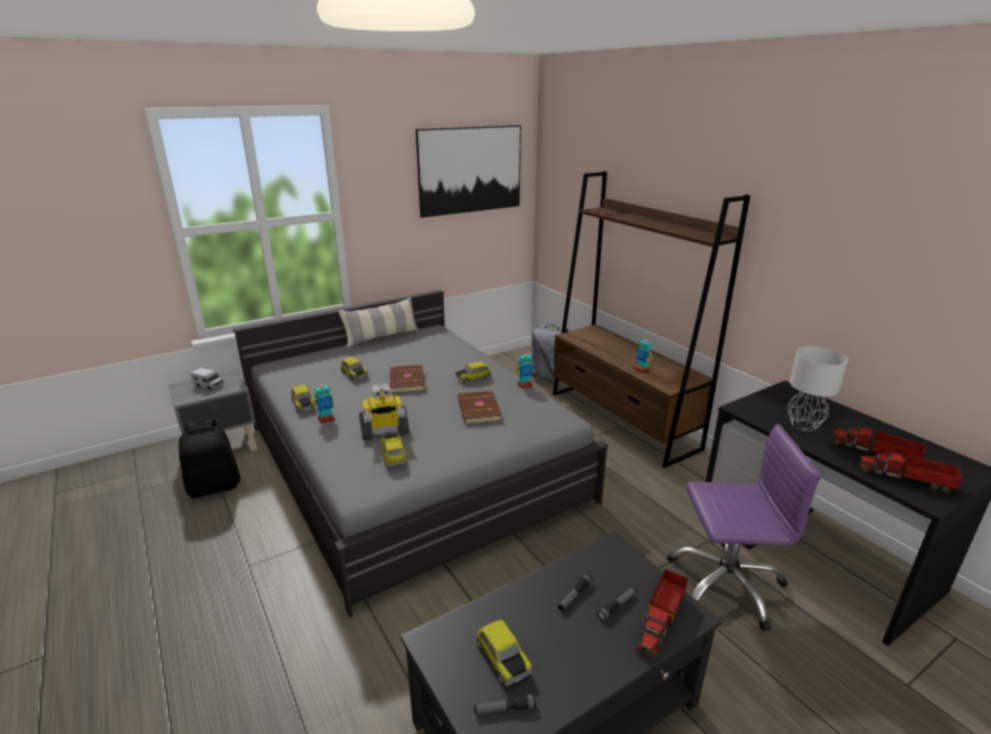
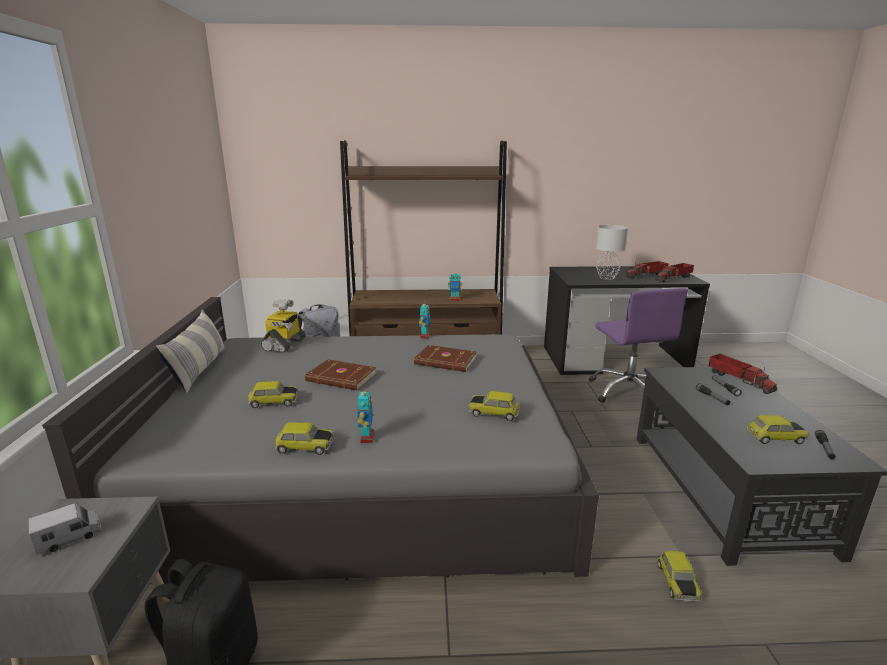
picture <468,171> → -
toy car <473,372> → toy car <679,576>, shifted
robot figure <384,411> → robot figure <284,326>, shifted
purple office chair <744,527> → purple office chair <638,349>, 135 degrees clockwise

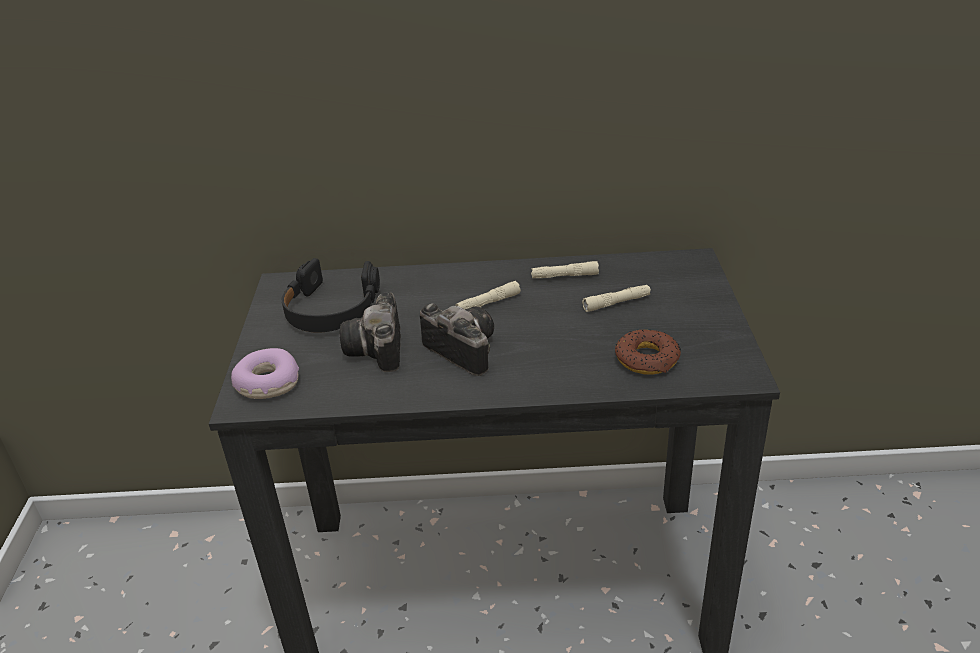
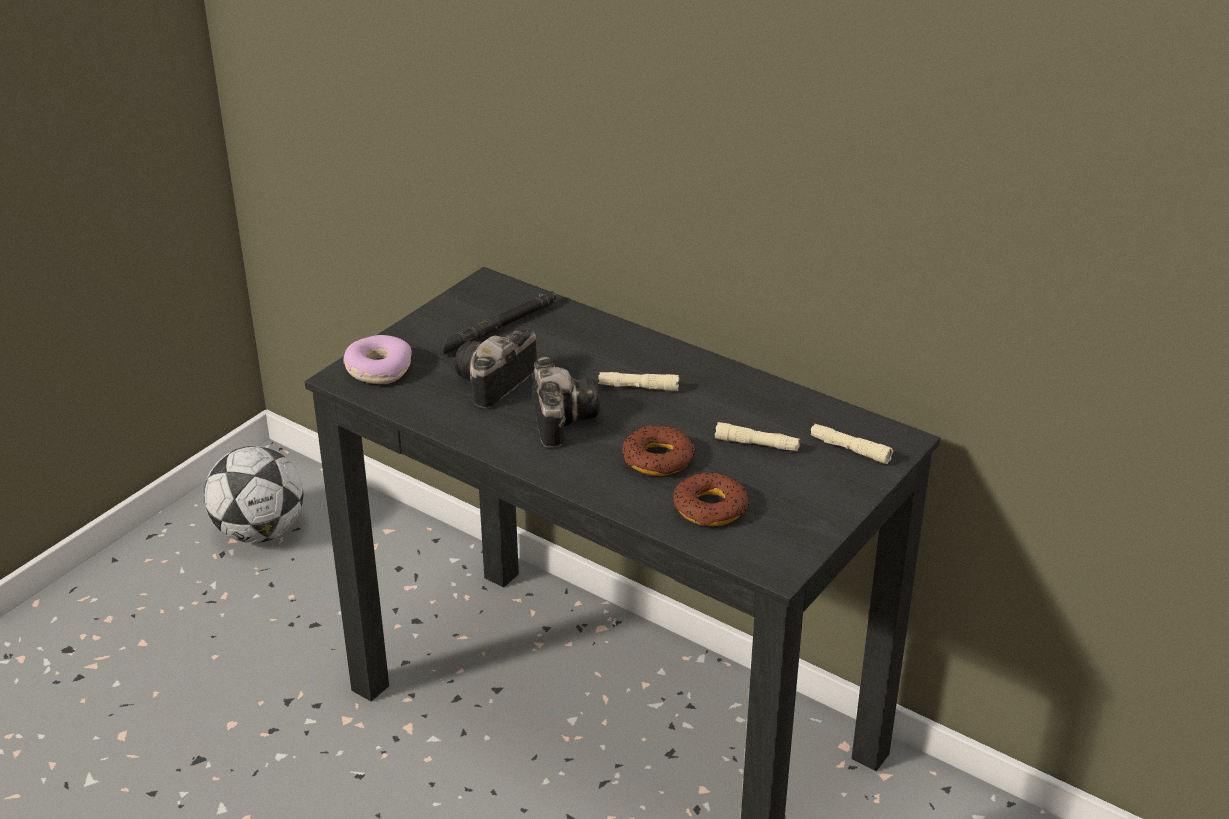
black pair of headphones <331,295> → black torch <500,322>
sand-coloured torch <565,269> → sand-coloured torch <851,444>, shifted
- → doughnut <659,451>
- → football ball <253,494>

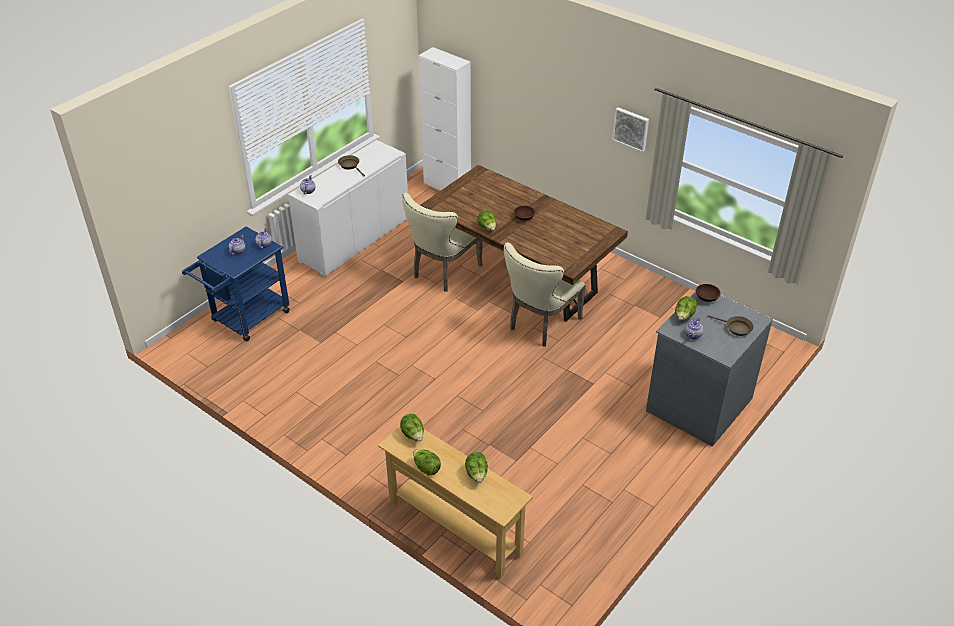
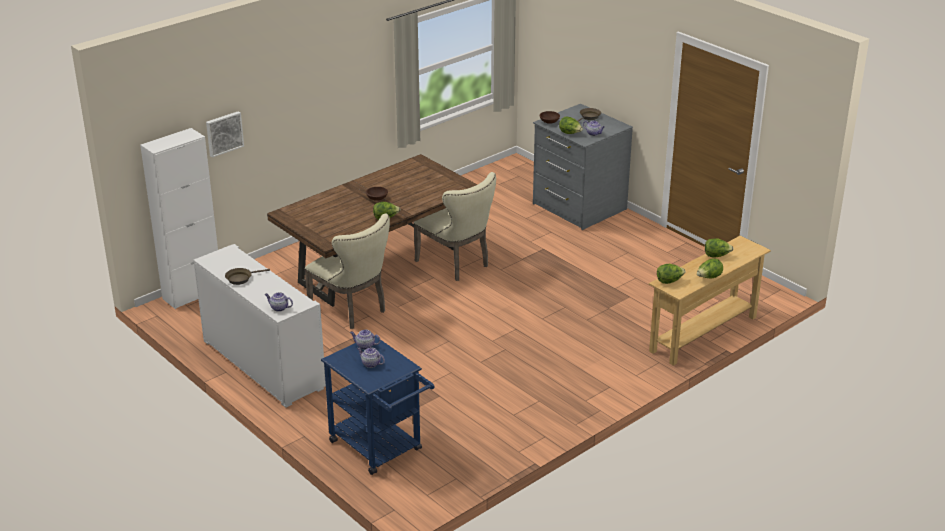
picture <630,129> → picture <225,134>, shifted

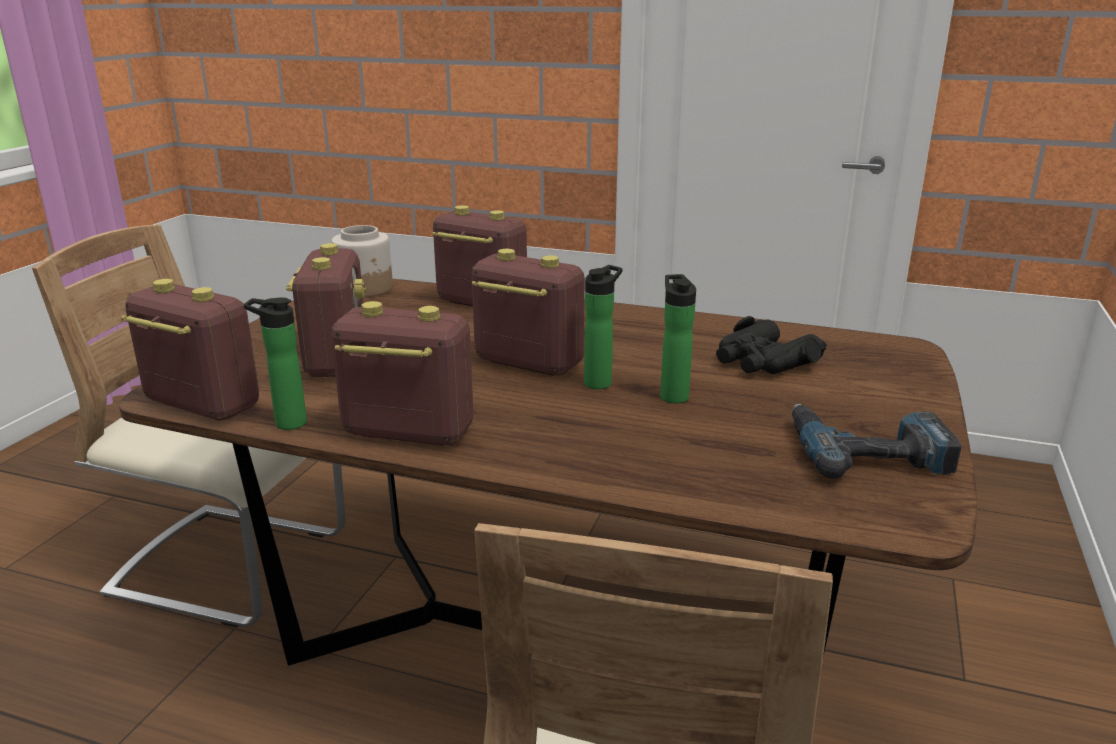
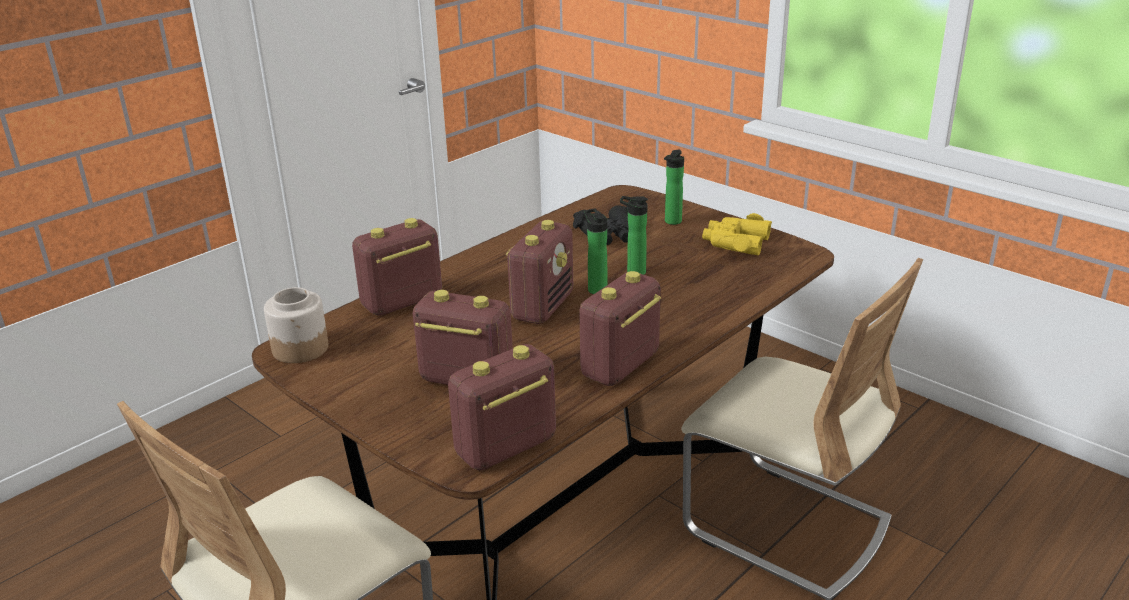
radio <528,312> → radio <539,272>, 150 degrees clockwise
beverage bottle <275,363> → beverage bottle <674,187>, shifted
drill <877,441> → yellow-coloured binoculars <737,234>

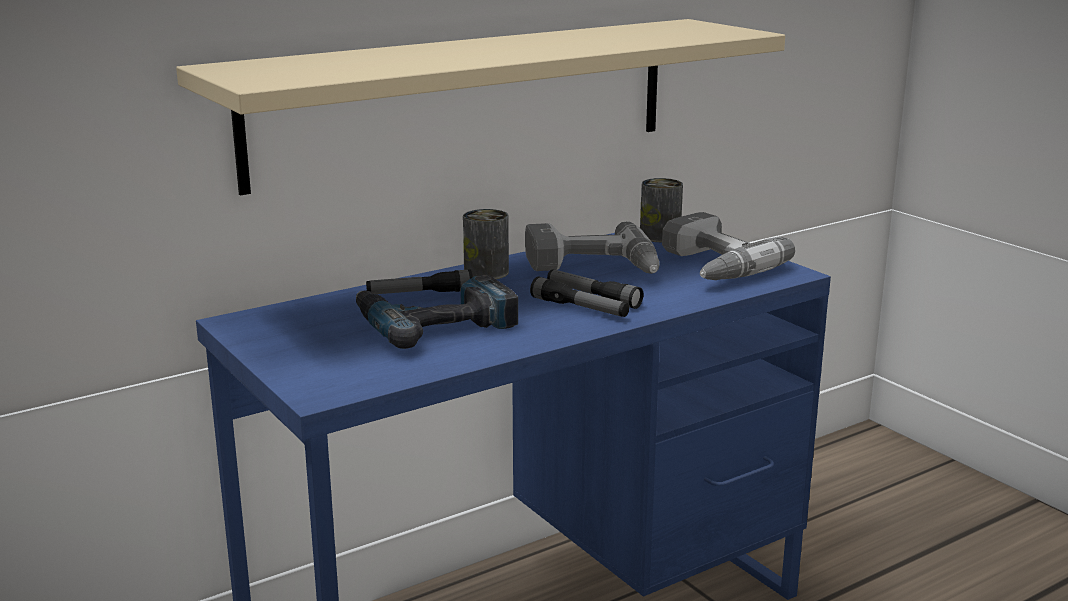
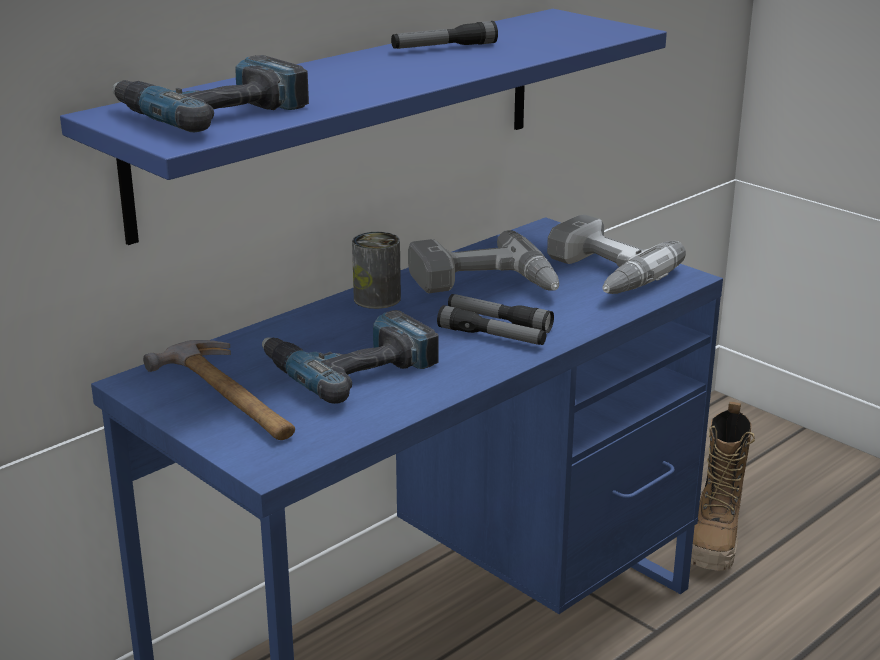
sand-coloured shelf <480,107> → blue-coloured shelf <363,127>
can <661,210> → -
torch <419,281> → torch <444,35>, shifted
- → drill <210,93>
- → tool hammer <219,390>
- → high-top boot <723,486>

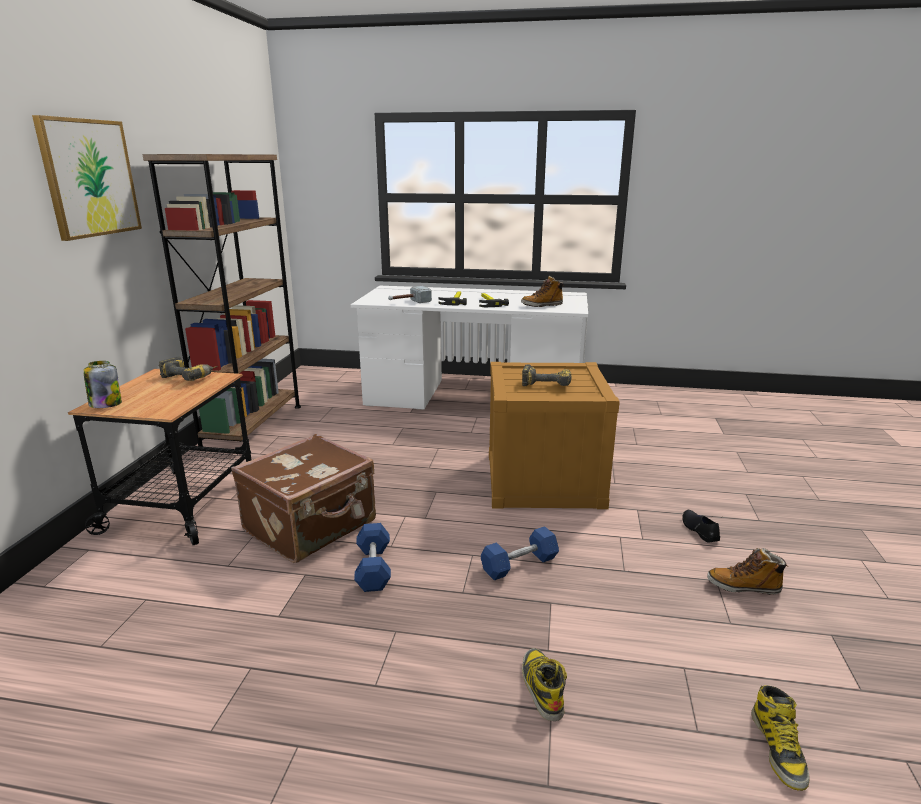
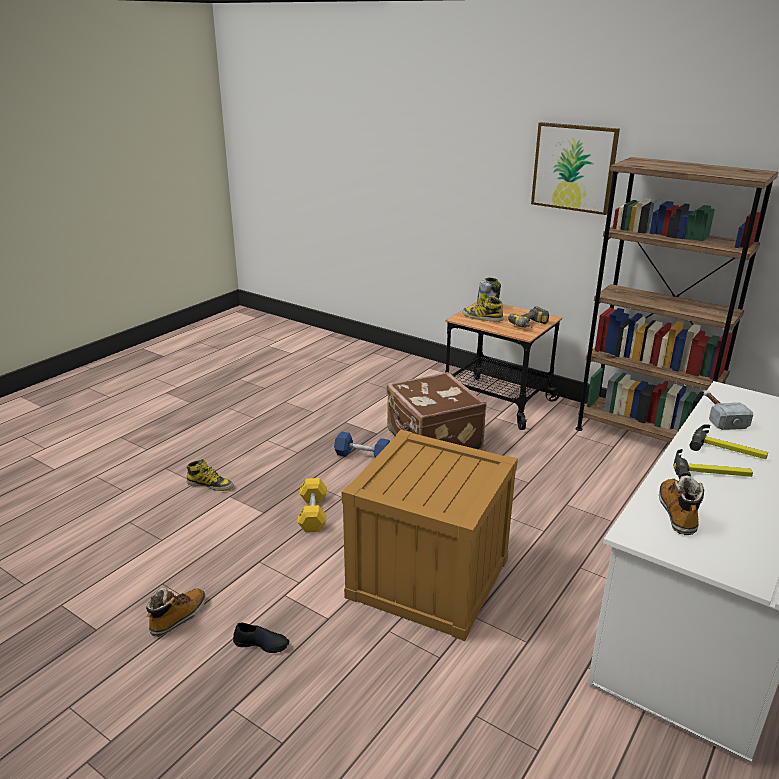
drill <547,375> → -
blue-coloured free weight <520,553> → yellow-coloured free weight <312,505>
high-top boot <780,738> → high-top boot <482,309>, shifted

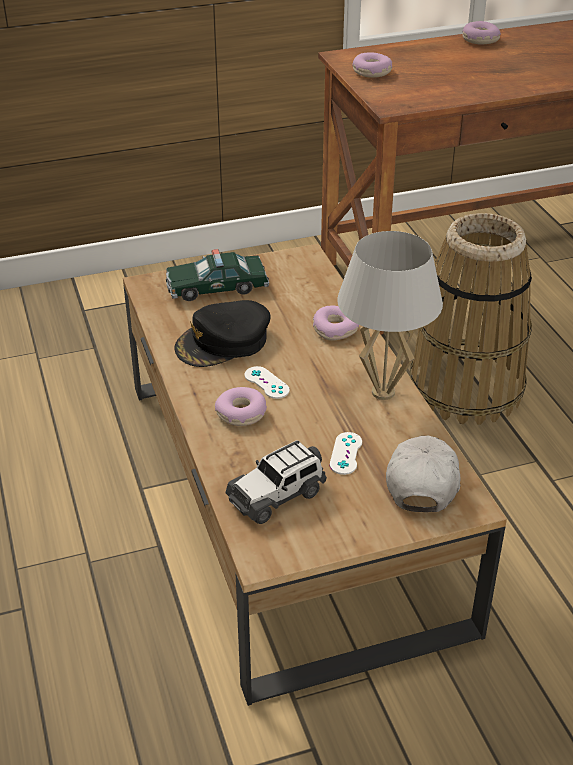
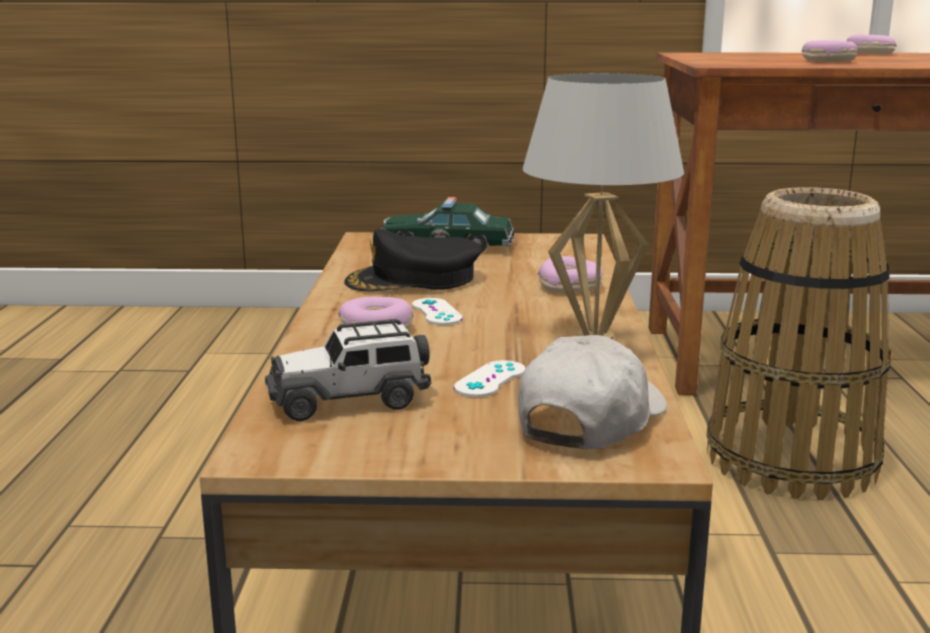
doughnut <372,65> → doughnut <830,51>, shifted

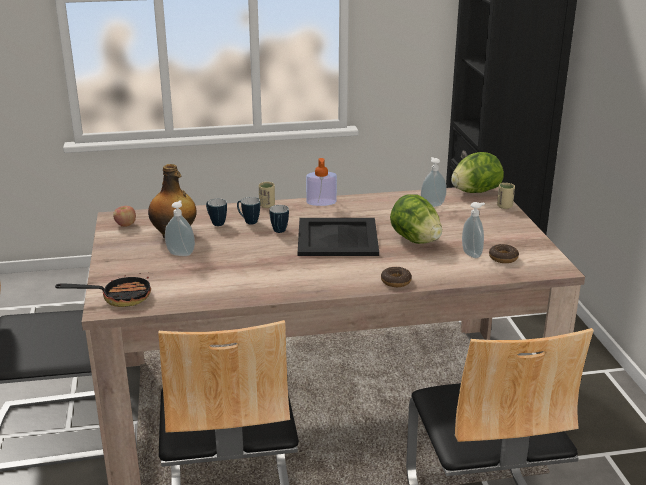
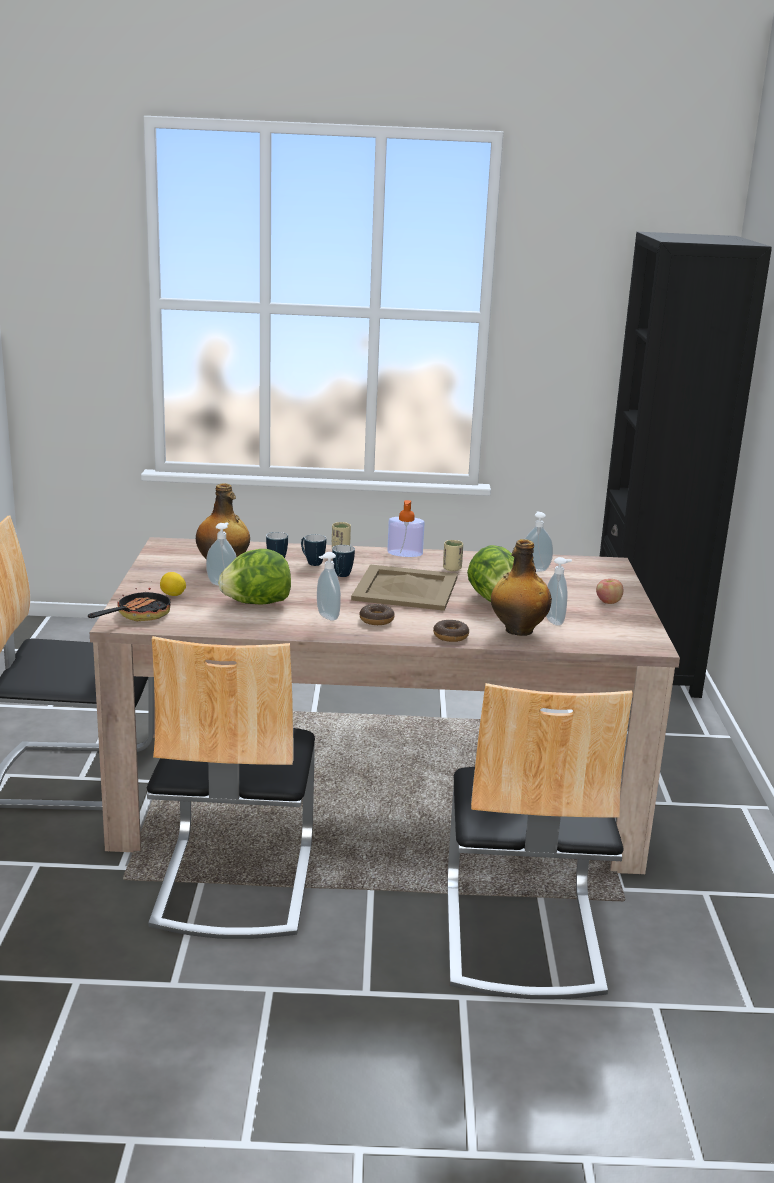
lettuce head <477,172> → lettuce head <254,577>, shifted
sand-coloured small cup <506,196> → sand-coloured small cup <453,555>, shifted
apple fruit <124,216> → apple fruit <609,591>, shifted
black carrying tray <338,237> → sand-coloured carrying tray <404,587>
doughnut <504,253> → doughnut <377,614>, shifted
skillet <103,290> → skillet <129,604>, 60 degrees counterclockwise
- → beverage bottle <521,587>
- → liquid soap bottle <329,586>
- → whole lemon <173,584>

